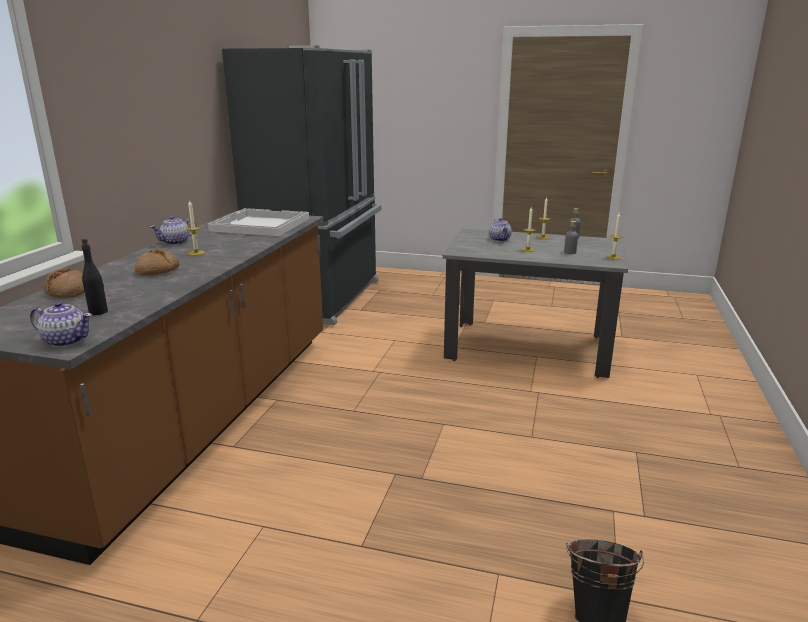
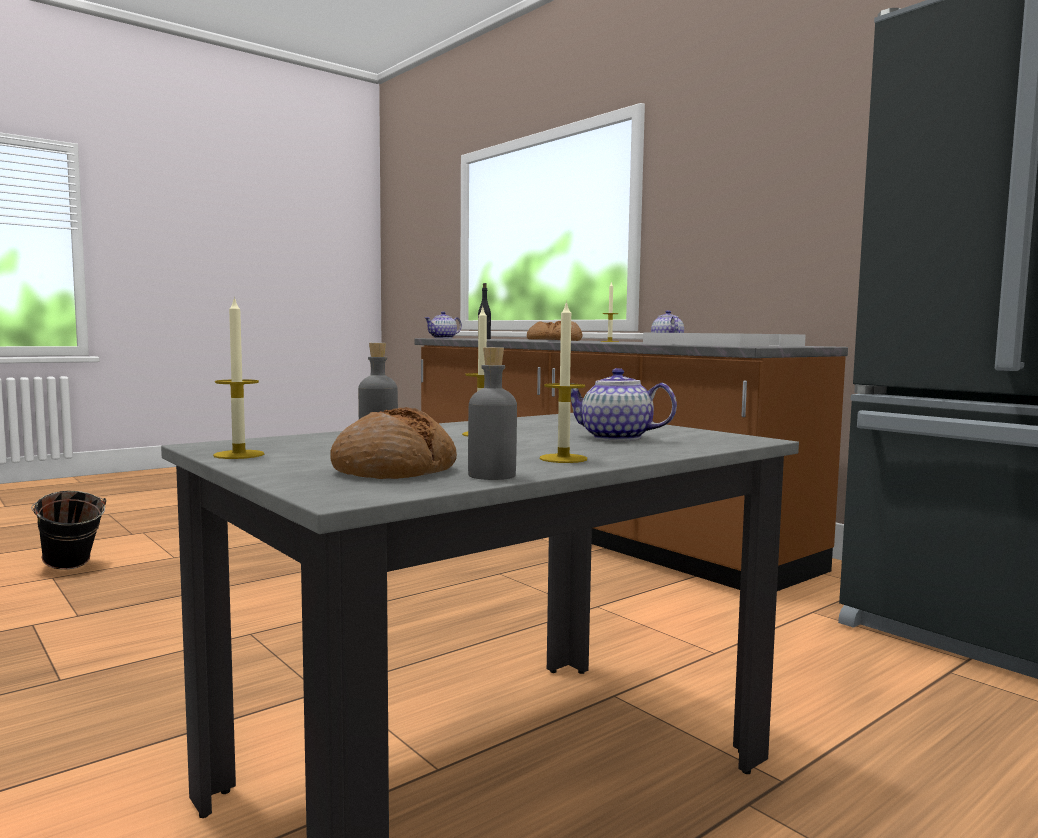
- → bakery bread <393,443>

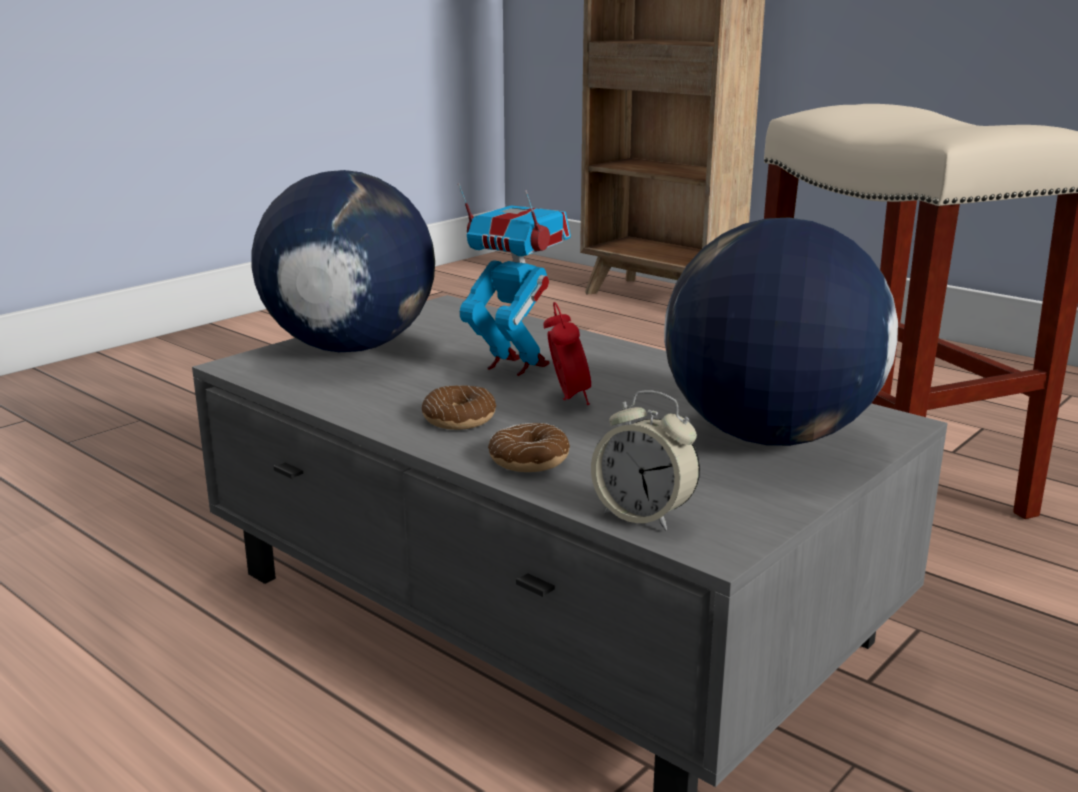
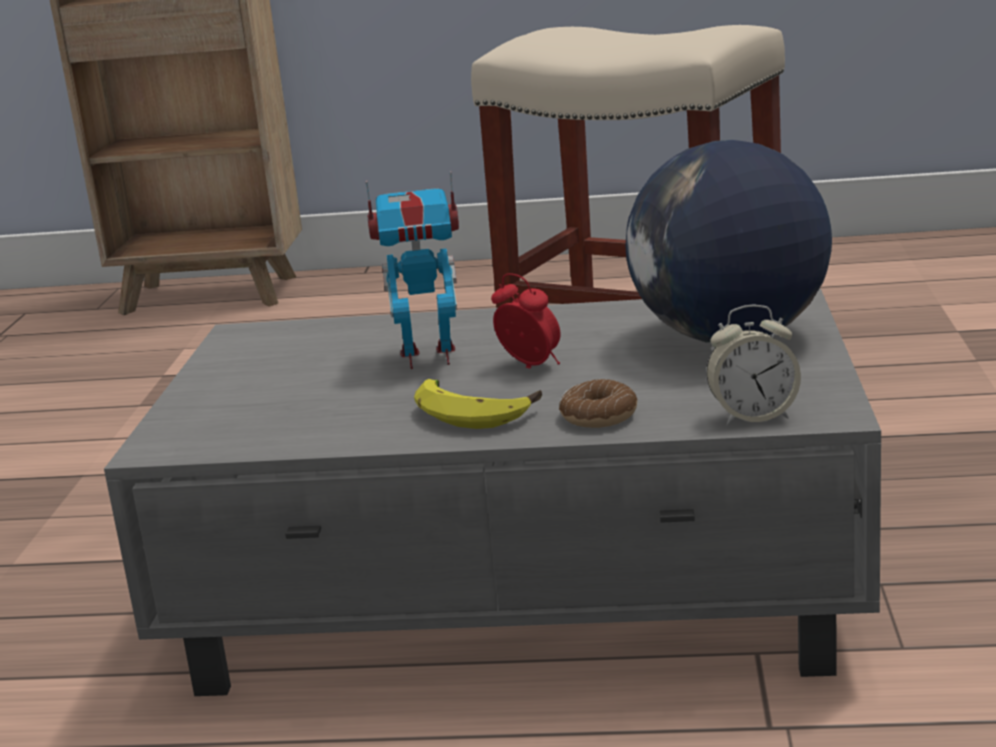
world globe <343,261> → -
doughnut <459,407> → banana <478,404>

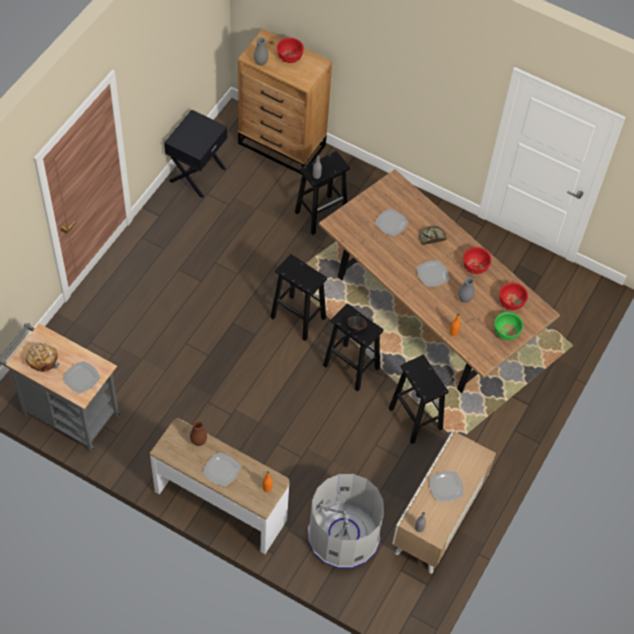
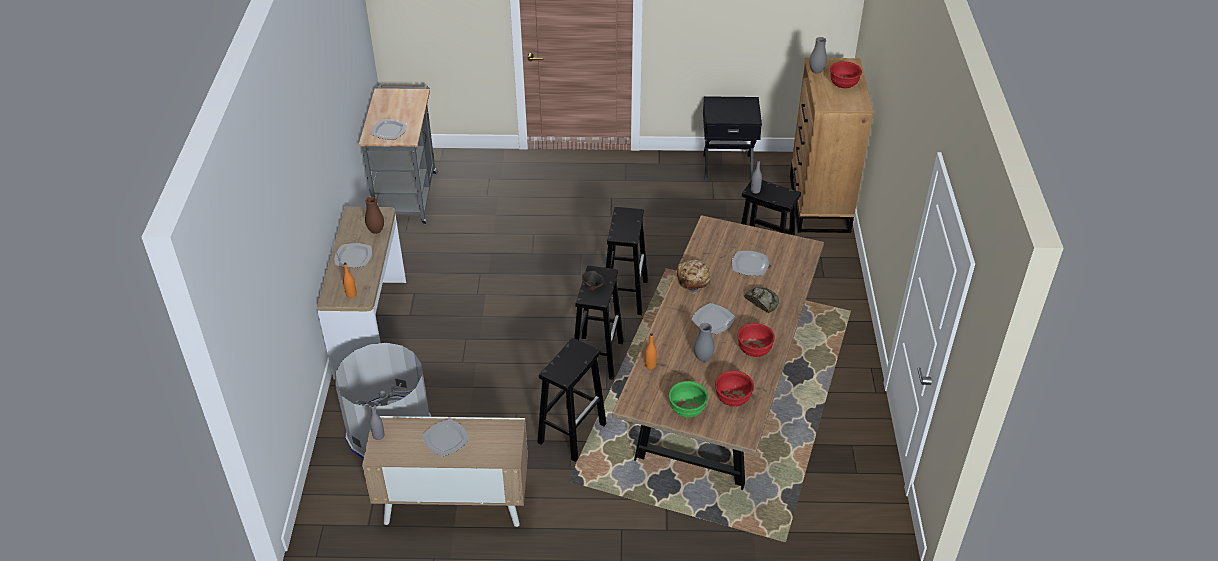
bakery bread <42,357> → bakery bread <694,277>, shifted

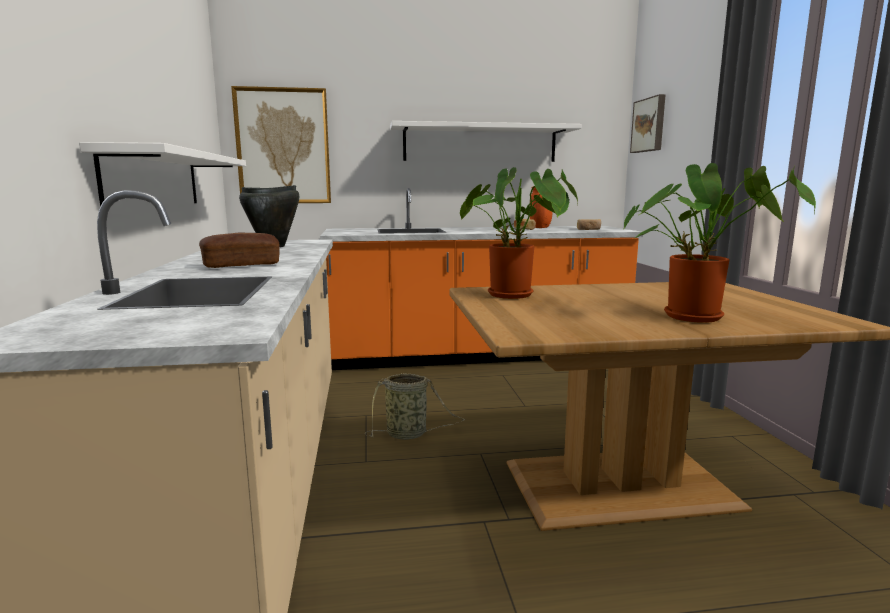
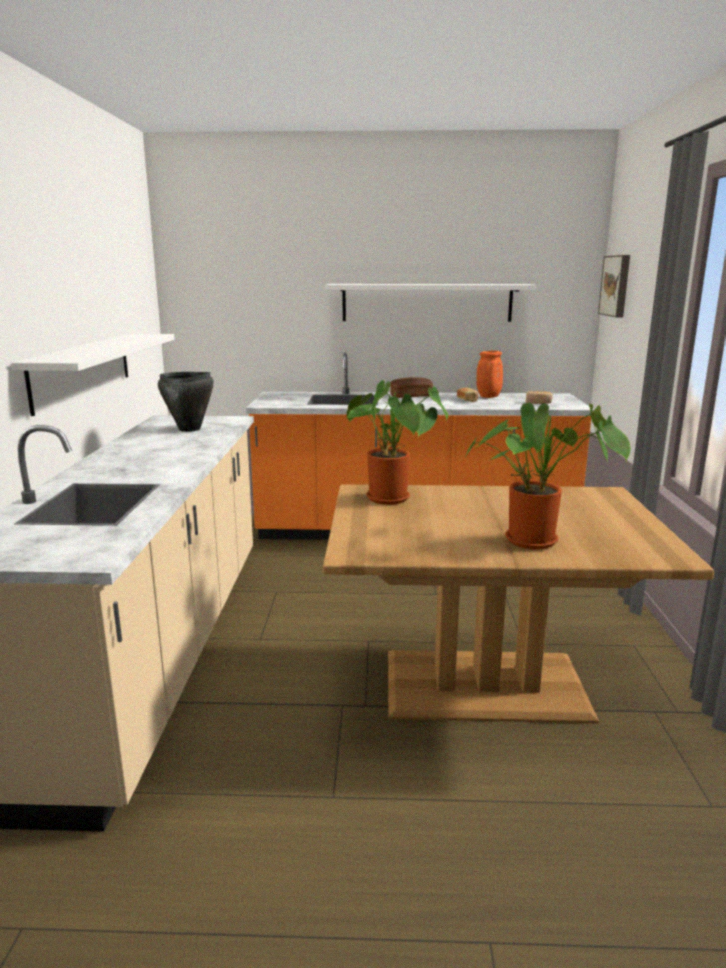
picture <281,144> → -
bakery bread <239,250> → bakery bread <411,387>, shifted
household basket <415,406> → -

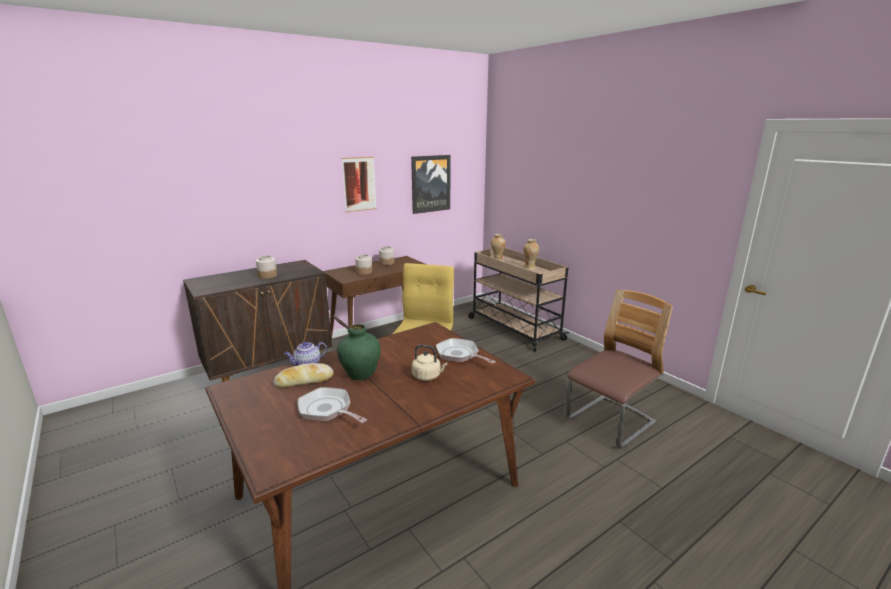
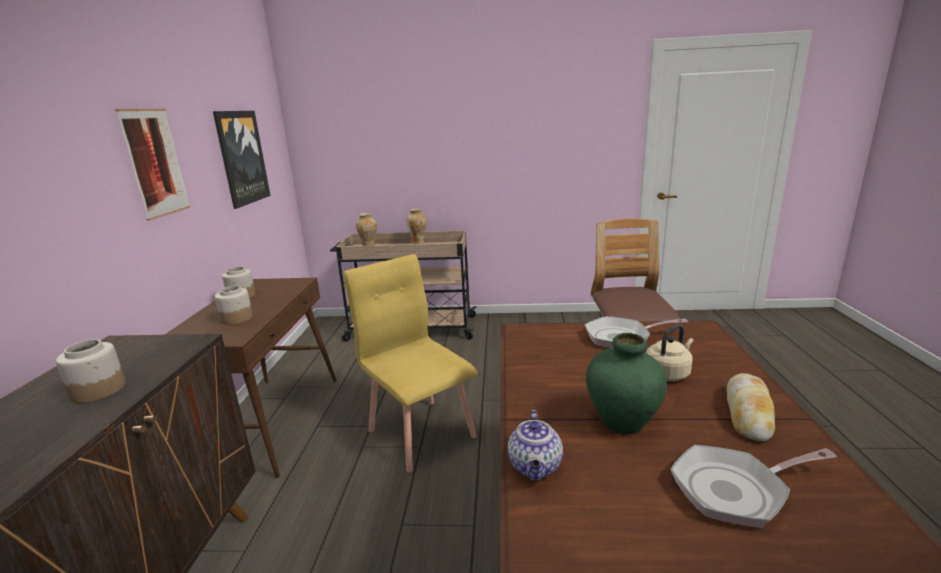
bakery bread <303,375> → bakery bread <751,407>, shifted

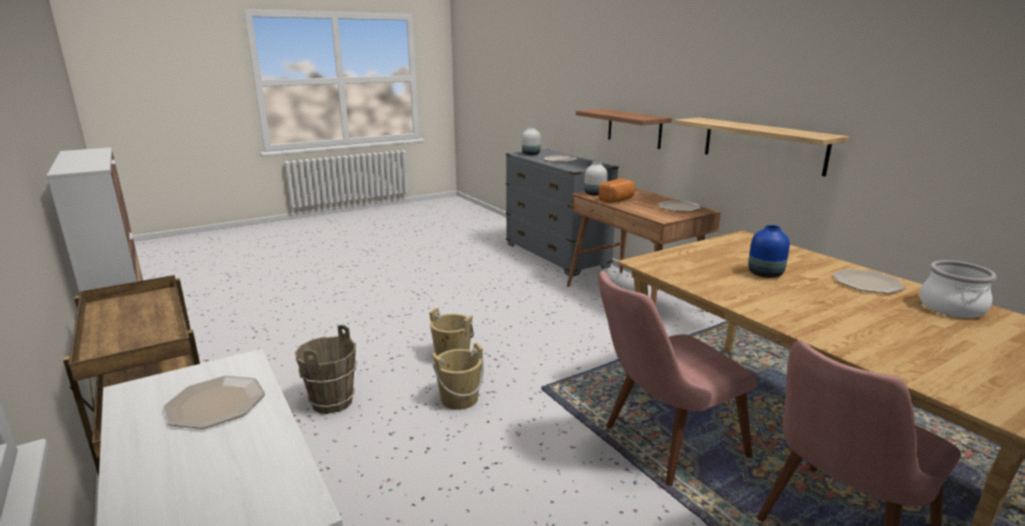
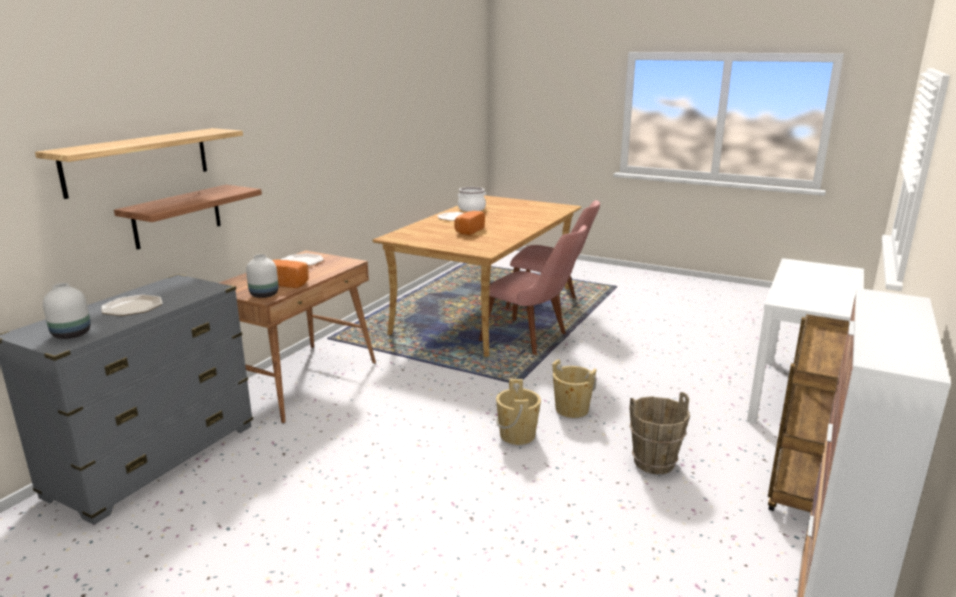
shelf <761,146> → shelf <139,163>, shifted
blue-coloured vase <769,251> → bakery bread <469,223>
dinner plate <214,402> → -

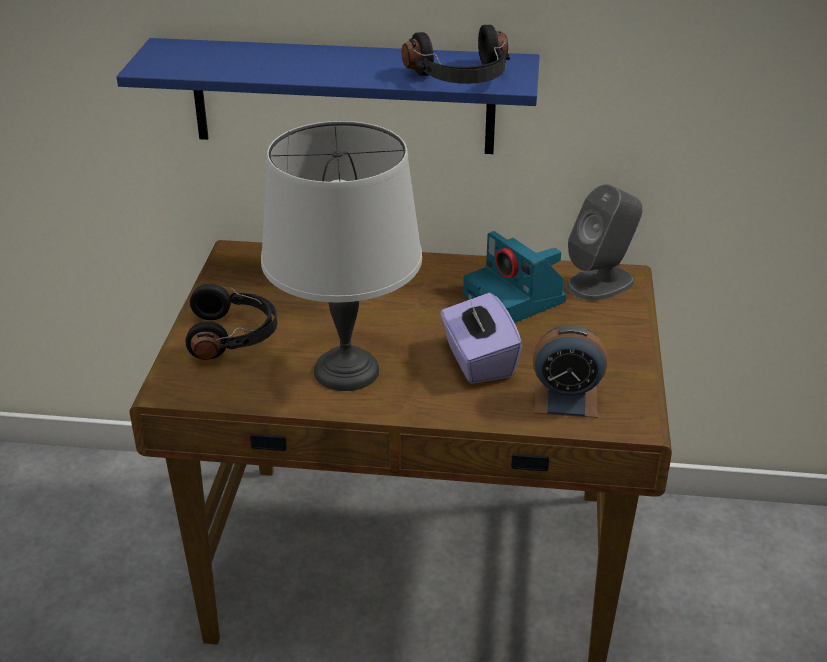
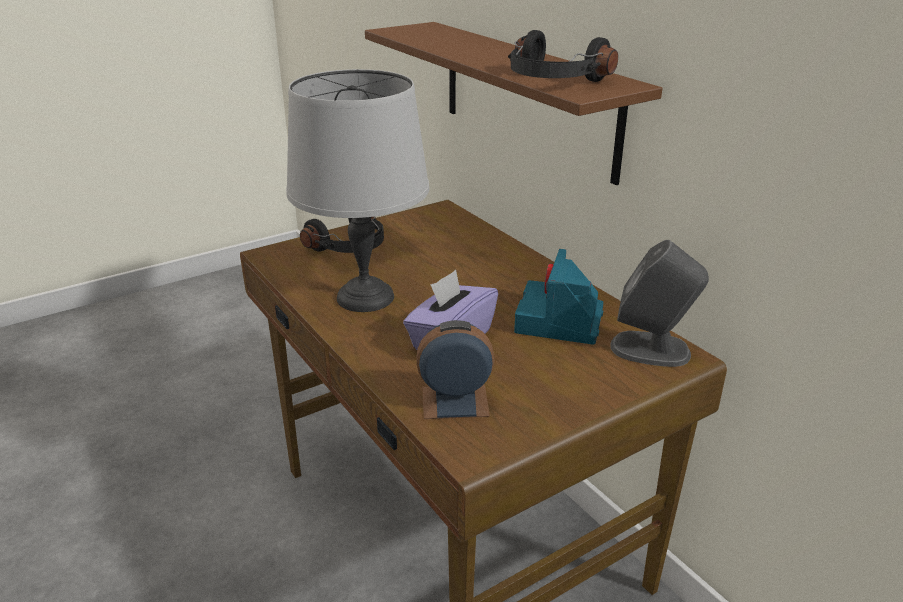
blue-coloured shelf <328,96> → brownish shelf <514,103>
alarm clock <570,371> → alarm clock <455,369>, 120 degrees clockwise

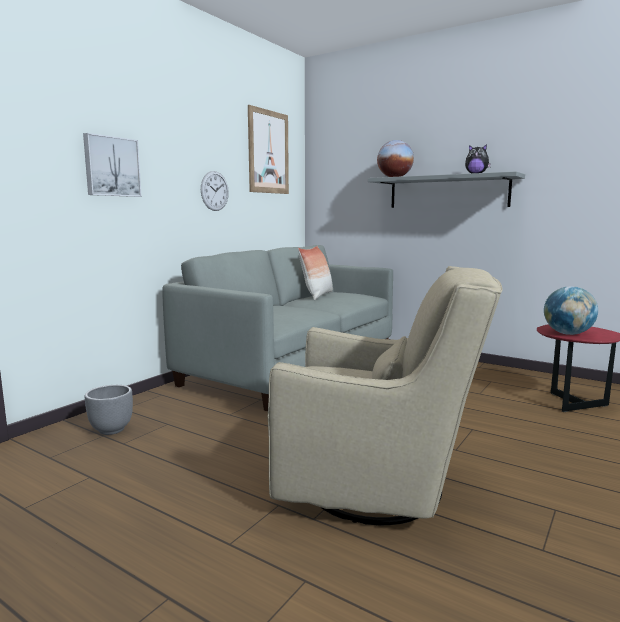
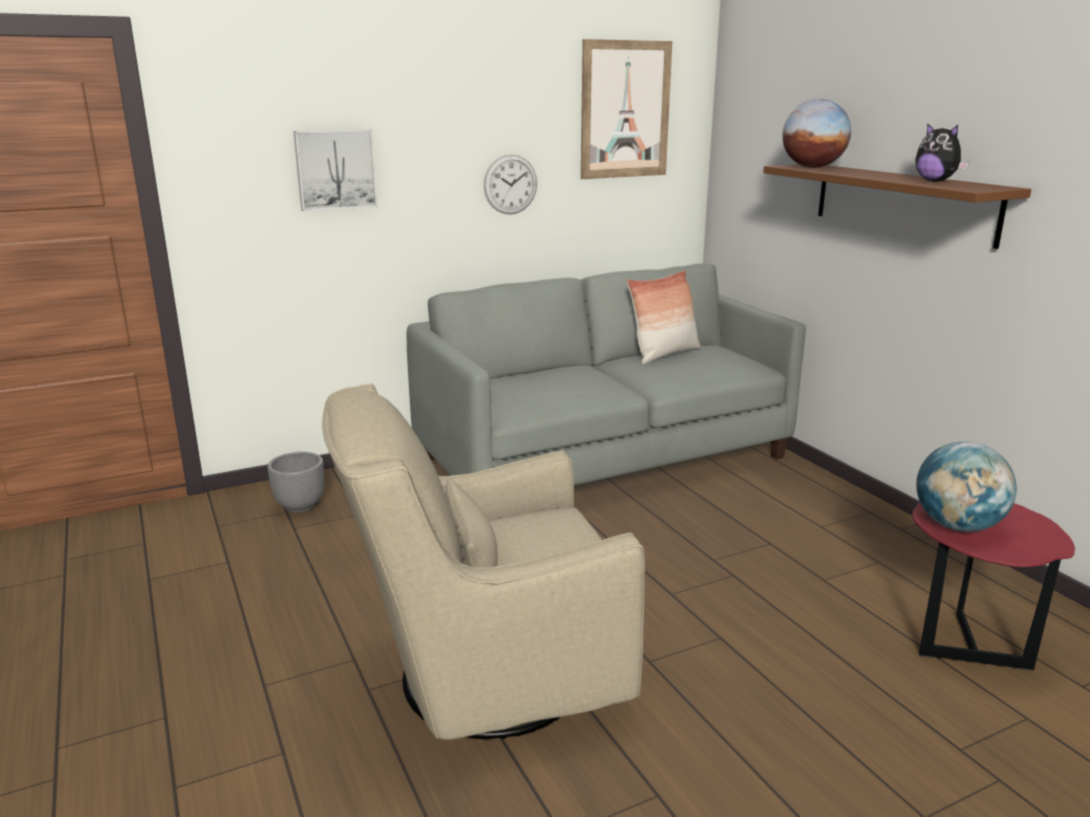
grey shelf <446,189> → brownish shelf <897,206>
sand-coloured lounge chair <385,395> → sand-coloured lounge chair <483,561>, 120 degrees clockwise

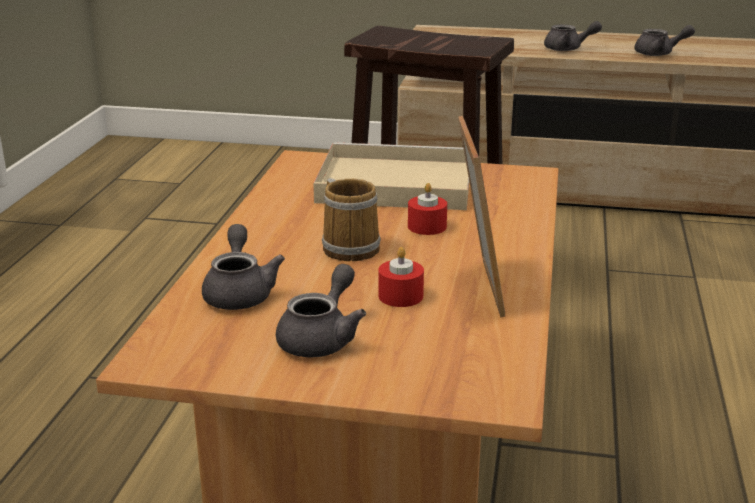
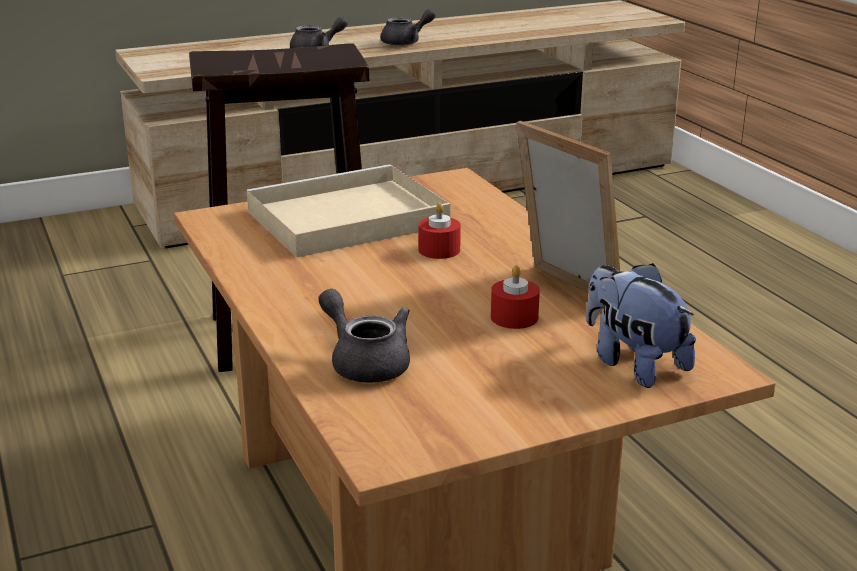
mug <351,219> → -
grey tea pot <321,311> → -
- → plush toy <641,325>

